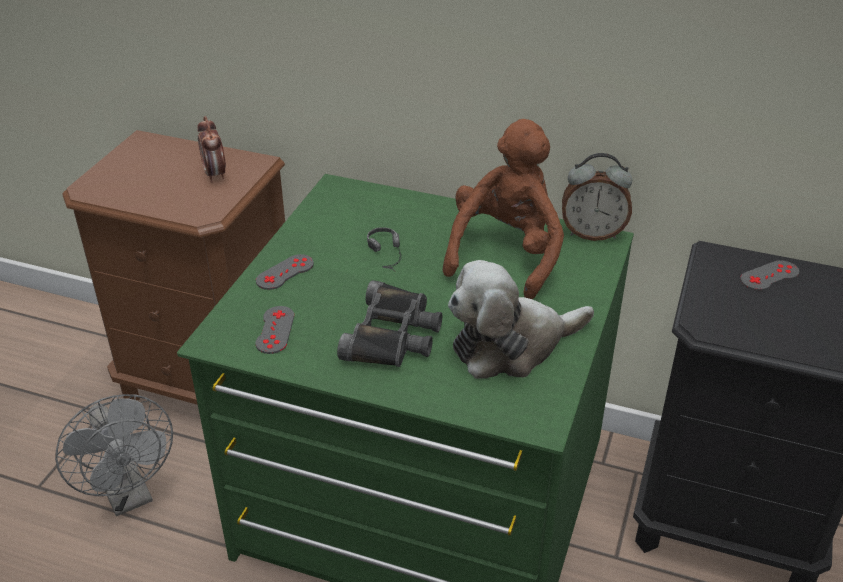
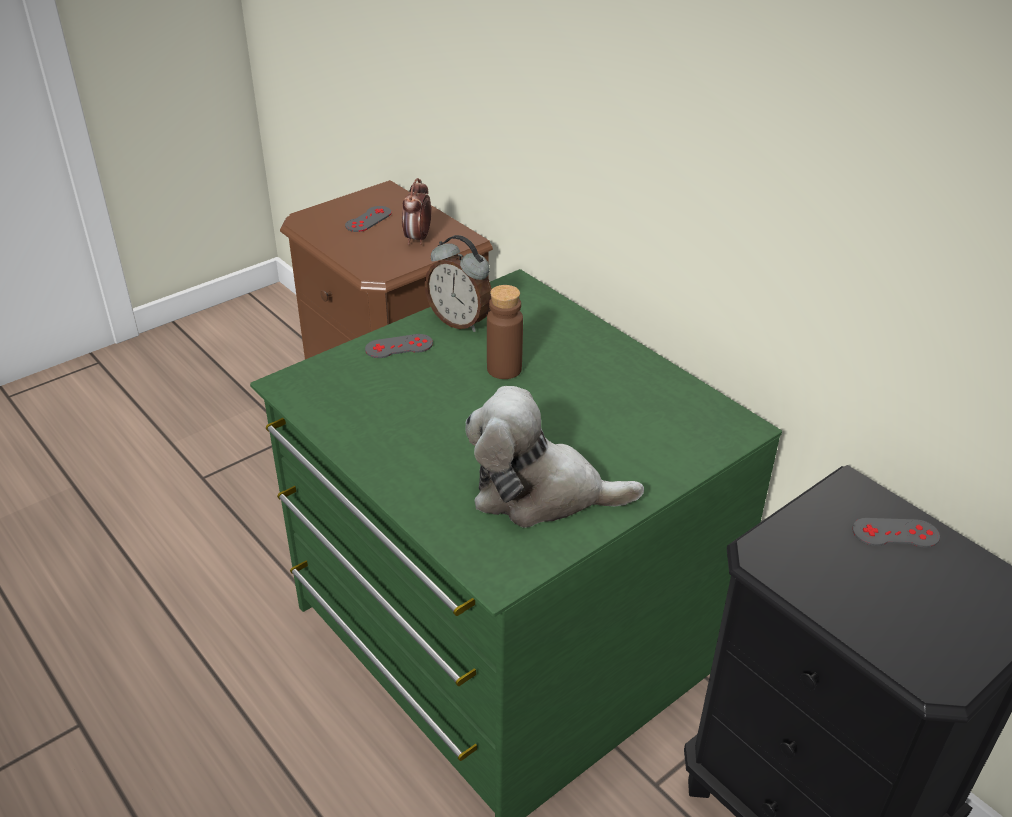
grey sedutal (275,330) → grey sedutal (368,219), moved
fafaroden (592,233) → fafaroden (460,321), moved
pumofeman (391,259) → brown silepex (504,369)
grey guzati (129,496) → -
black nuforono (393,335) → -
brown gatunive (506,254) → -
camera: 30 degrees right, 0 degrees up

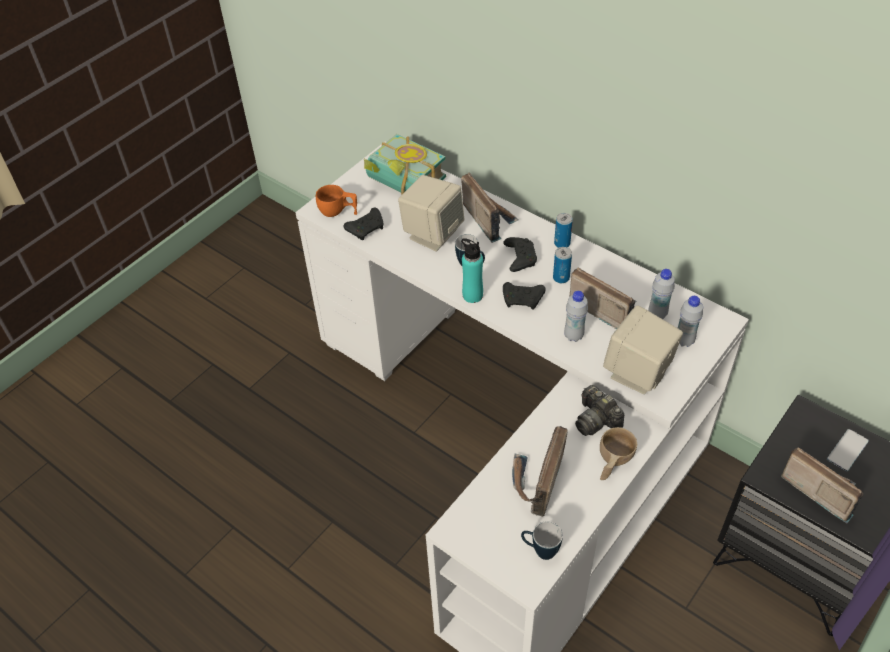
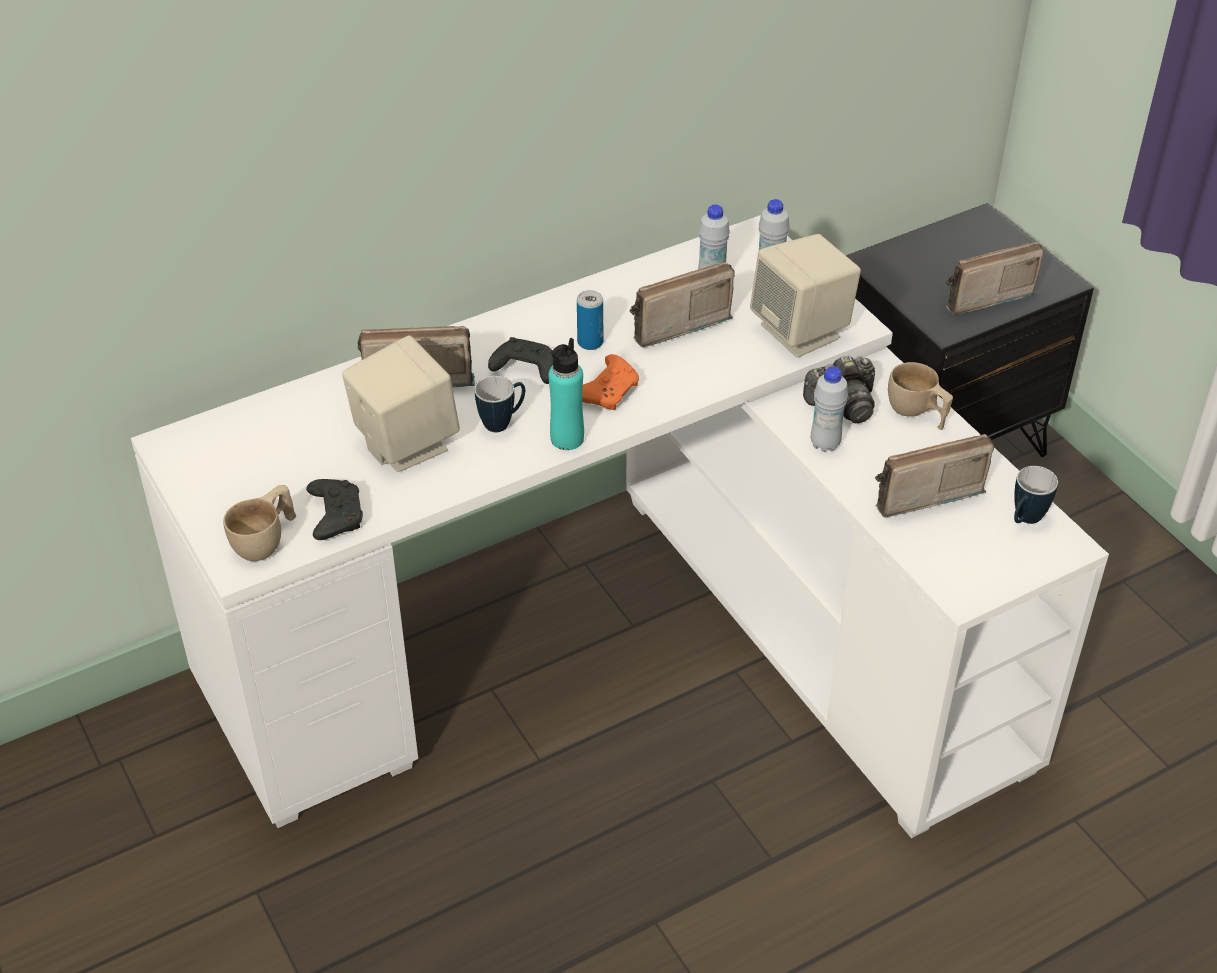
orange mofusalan (338,212) → beige mofusalan (266,541)
black sedutal (523,300) → orange sedutal (609,391)
white silepex (573,336) → white silepex (825,444), moved
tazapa (535,483) → tazapa (919,491), 120 degrees clockwise
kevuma (402,186) → -
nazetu (562,243) → -
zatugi (847,450) → -
camera: 70 degrees left, 5 degrees down

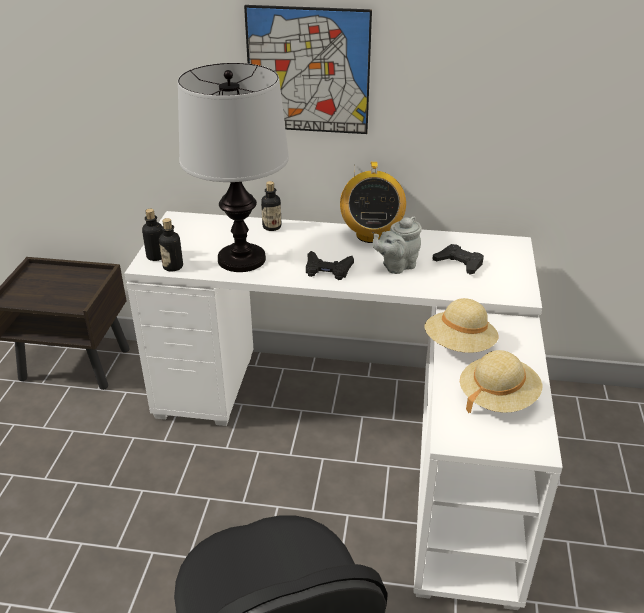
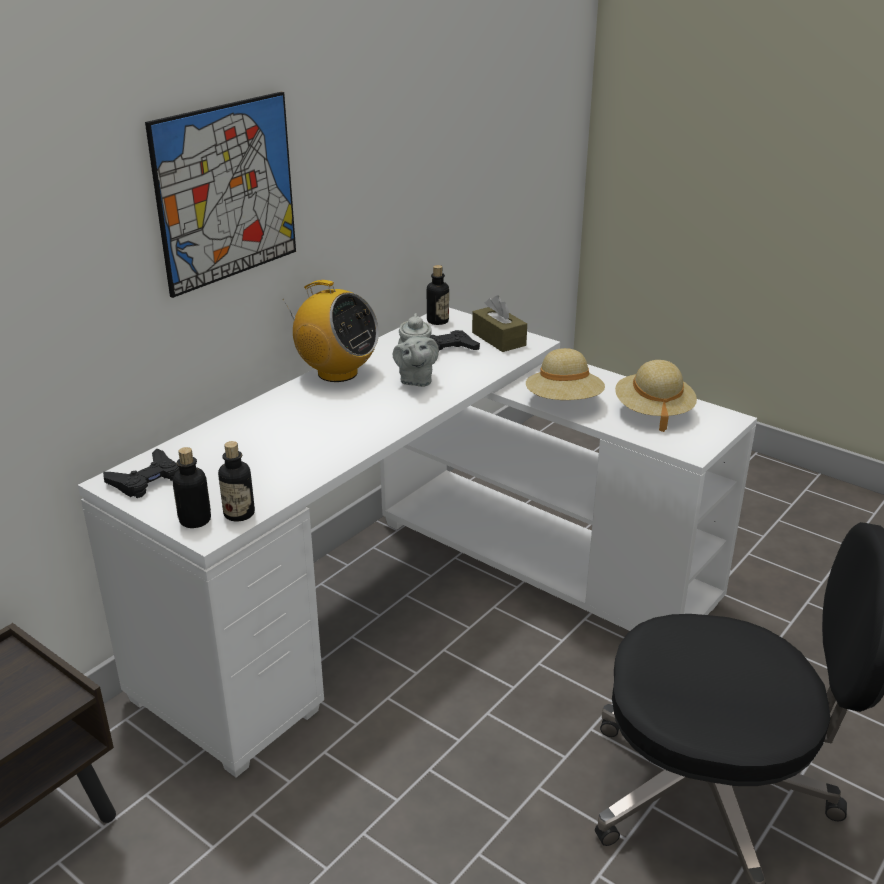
black sedutal (327,270) → black sedutal (146,480), moved
silepex (272,227) → silepex (437,321), moved
- → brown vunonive (498,339)
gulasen (242,259) → -
camera: 60 degrees left, 5 degrees down

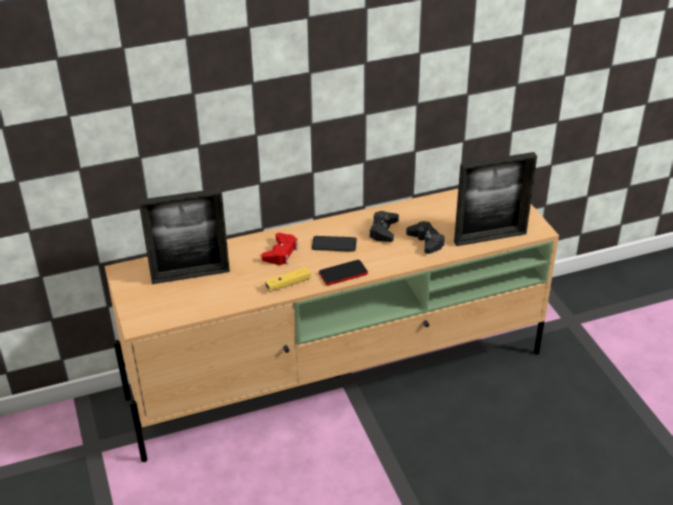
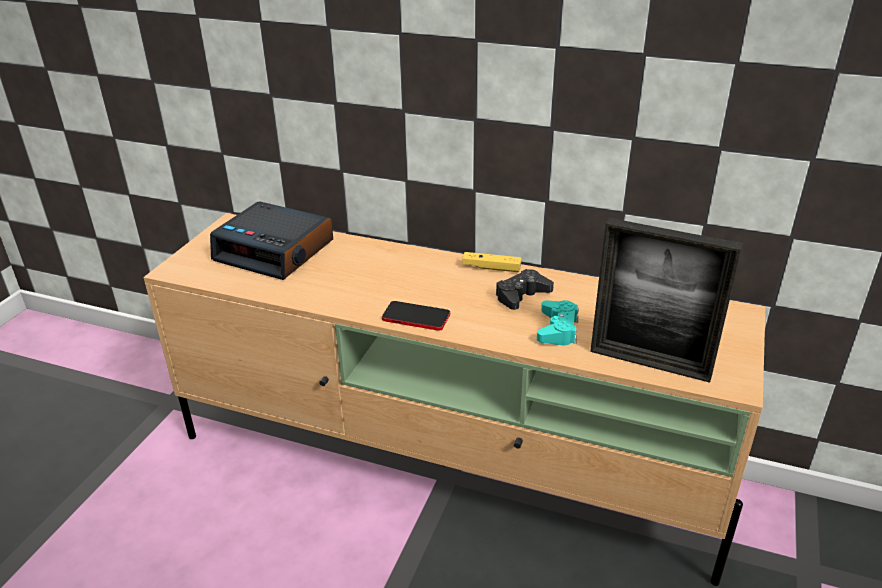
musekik (190,275) → fafaroden (276,251)
yellow sedutal (288,284) → yellow sedutal (491,268), moved
black sedutal (426,241) → turquoise sedutal (558,329)
red sedutal (281,253) → -
zatugi (334,244) → -
camera: 40 degrees right, 5 degrees down

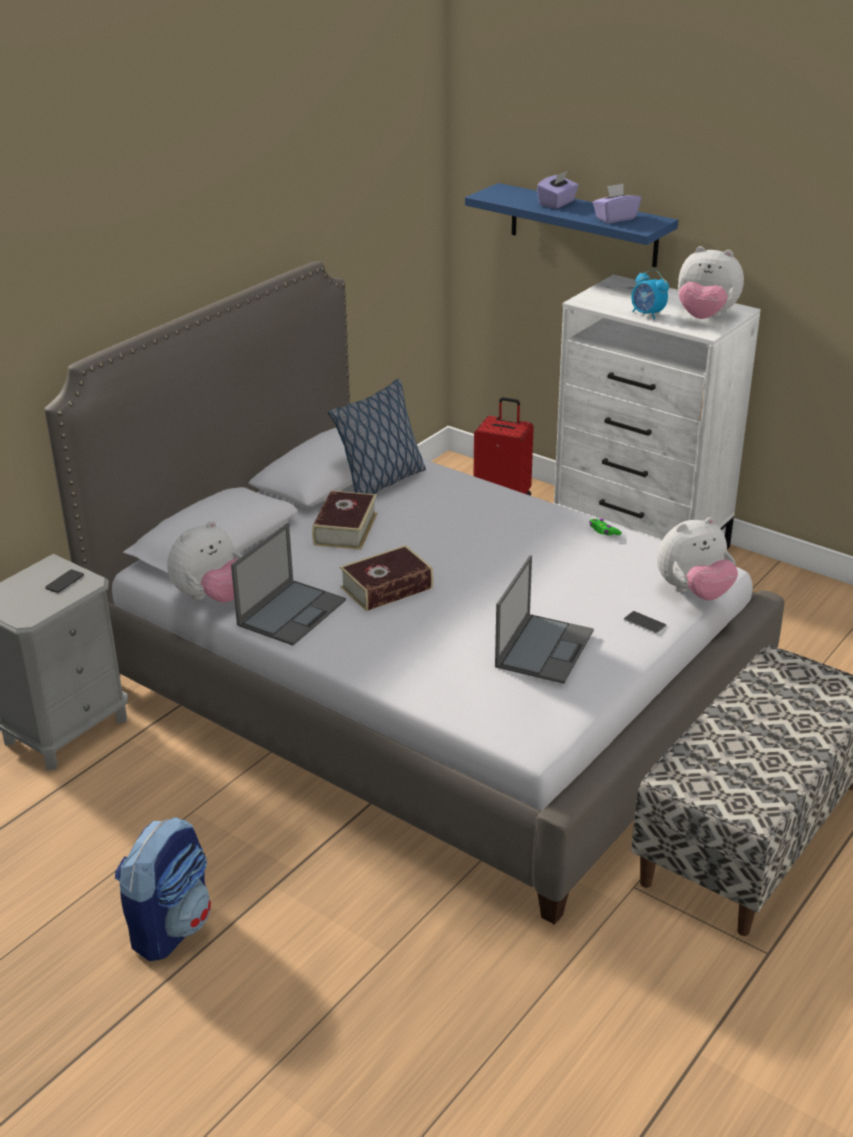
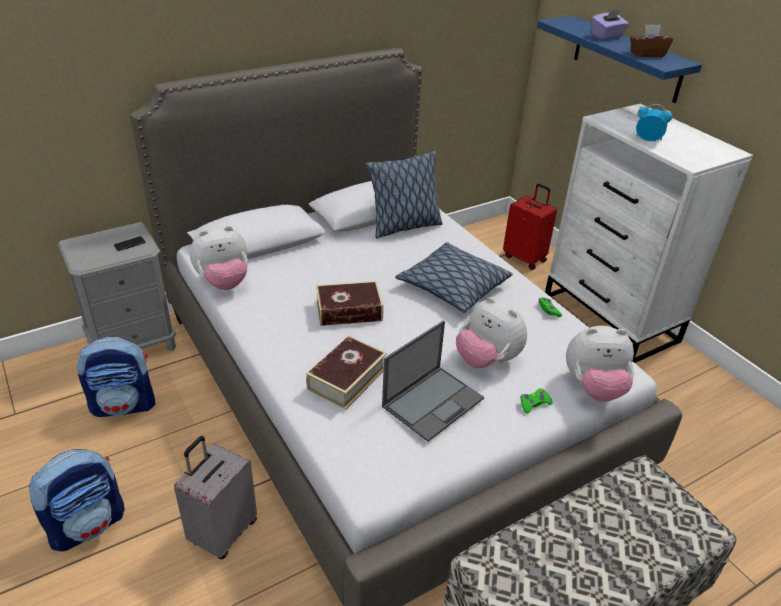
- → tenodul (124,405)
- → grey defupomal (222,532)
kevuma (345,529) → kevuma (346,379), moved
- → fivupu (452,287)
gatunive (705,317) → gatunive (487,360), moved
zatugi (644,622) → green sedutal (534,403)
purple vunonive (615,218) → brown vunonive (647,54)
fafaroden (647,314) → fafaroden (647,139), 135 degrees clockwise
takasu (292,612) → -
camera: 20 degrees right, 5 degrees up

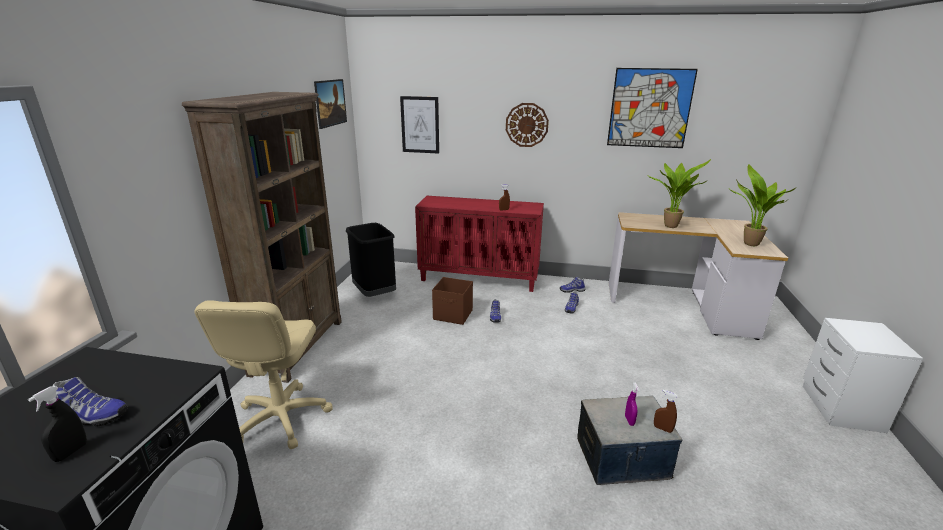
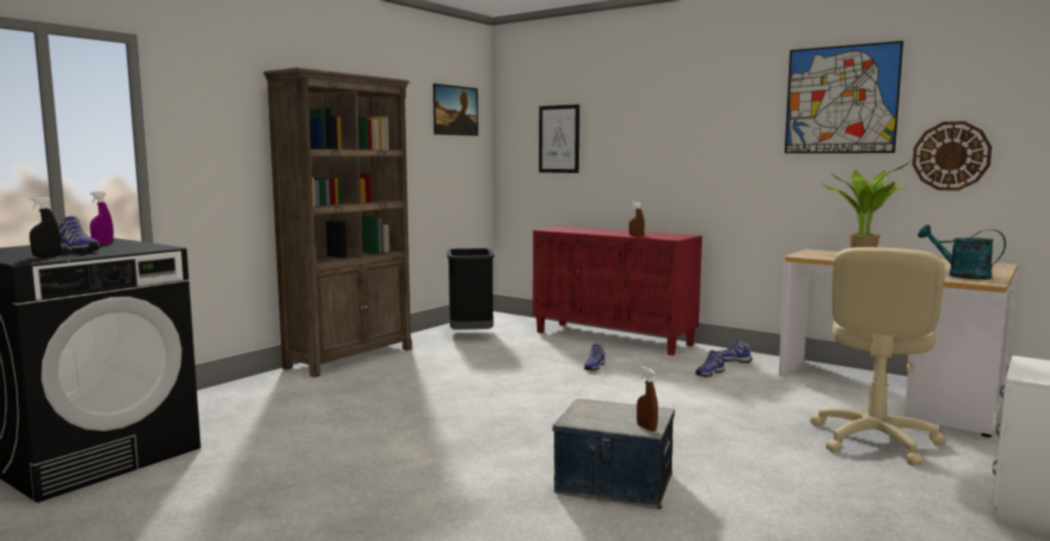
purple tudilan (629,420) → purple tudilan (103,244), moved
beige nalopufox (281,418) → beige nalopufox (873,440), moved
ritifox (526,125) → ritifox (951,156), moved
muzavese (748,244) → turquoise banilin (961,275)
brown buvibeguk (453,315) → -
camera: 25 degrees right, 15 degrees down

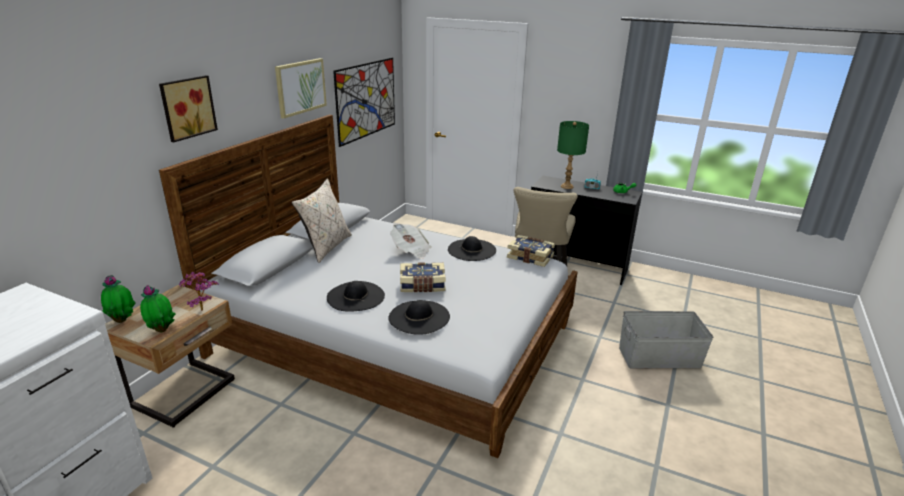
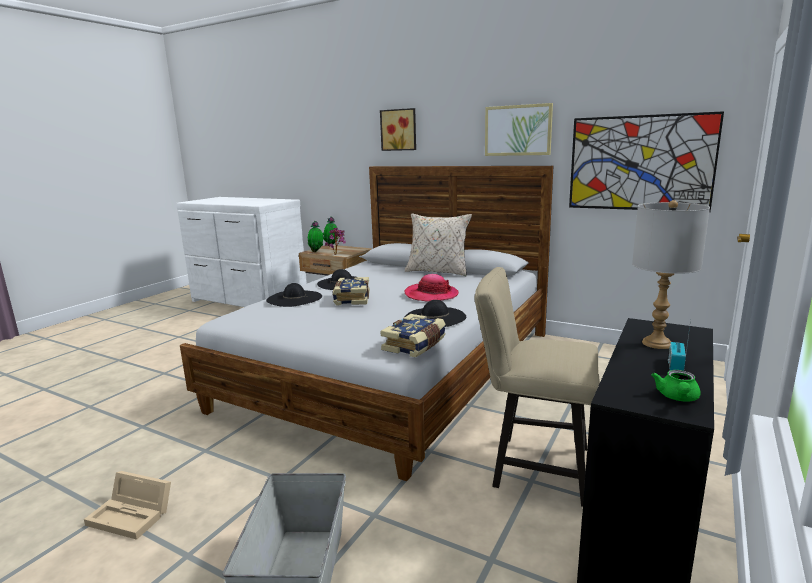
- → beige buvibeguk (133,515)
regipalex (411,250) → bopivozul (431,295)
green gulasen (567,186) → grey gulasen (657,343)
camera: 95 degrees right, 10 degrees down

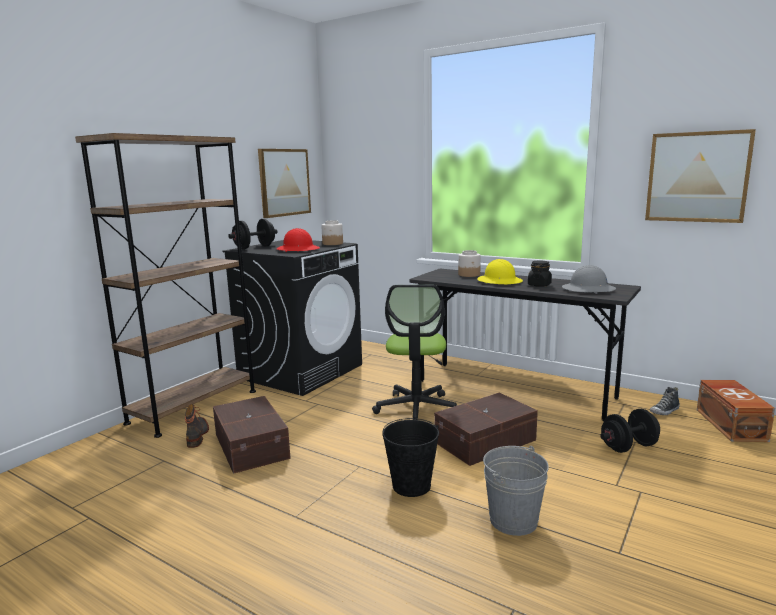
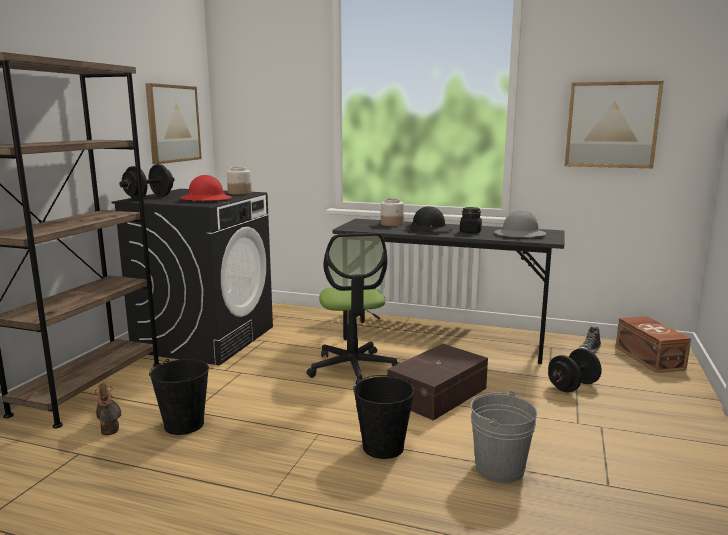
brown buvibeguk (252,445) → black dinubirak (184,424)
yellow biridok (499,281) → black biridok (428,229)
camera: 15 degrees left, 0 degrees up

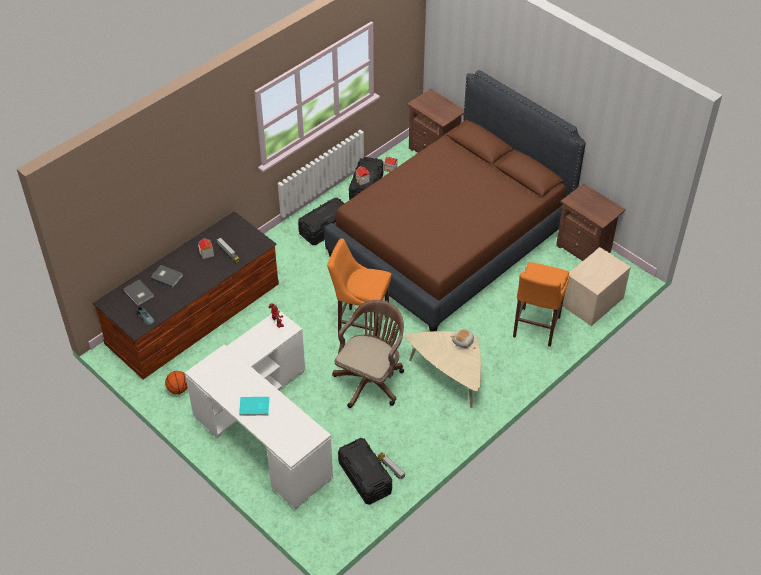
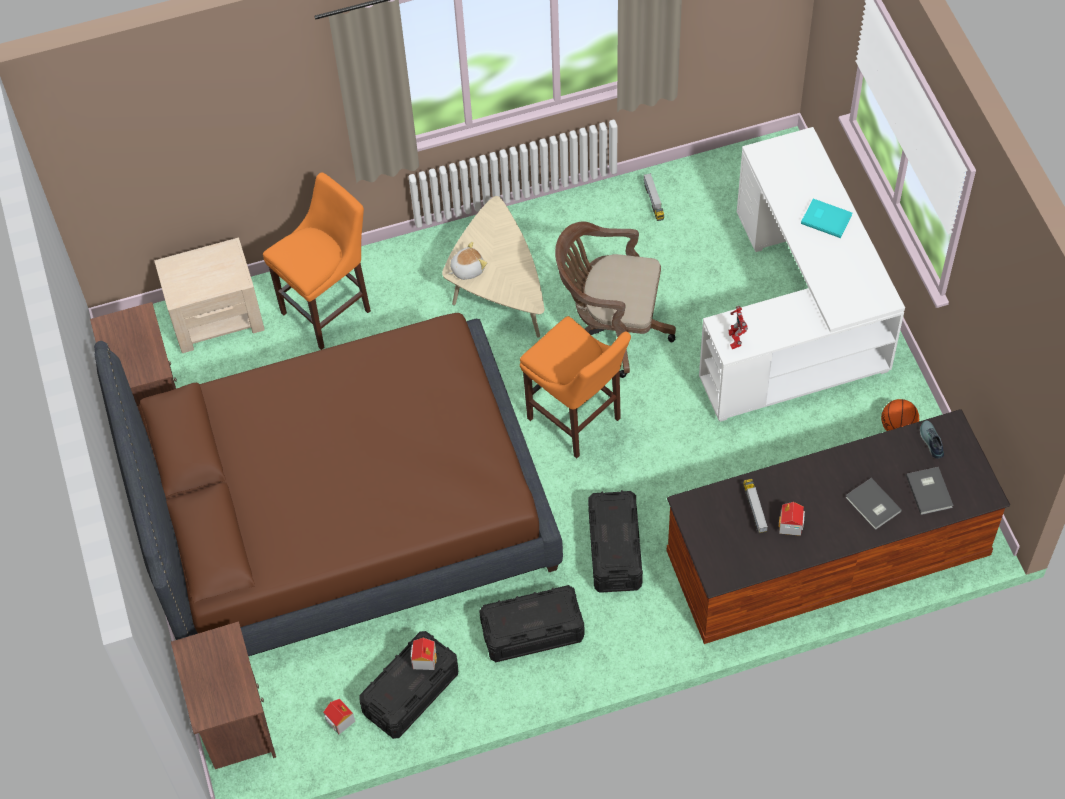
brown nalopufox (371,379) → brown nalopufox (611,329), 45 degrees clockwise
black buvibeguk (365,478) → black buvibeguk (615,550), moved
camera: 150 degrees left, 10 degrees up

